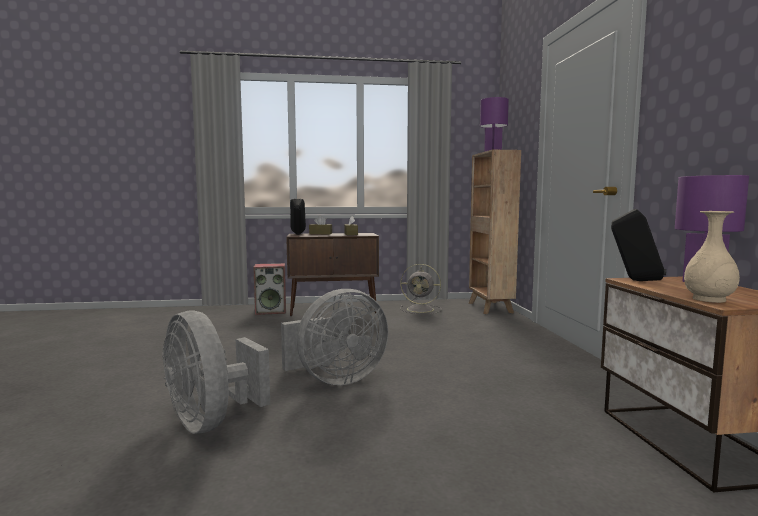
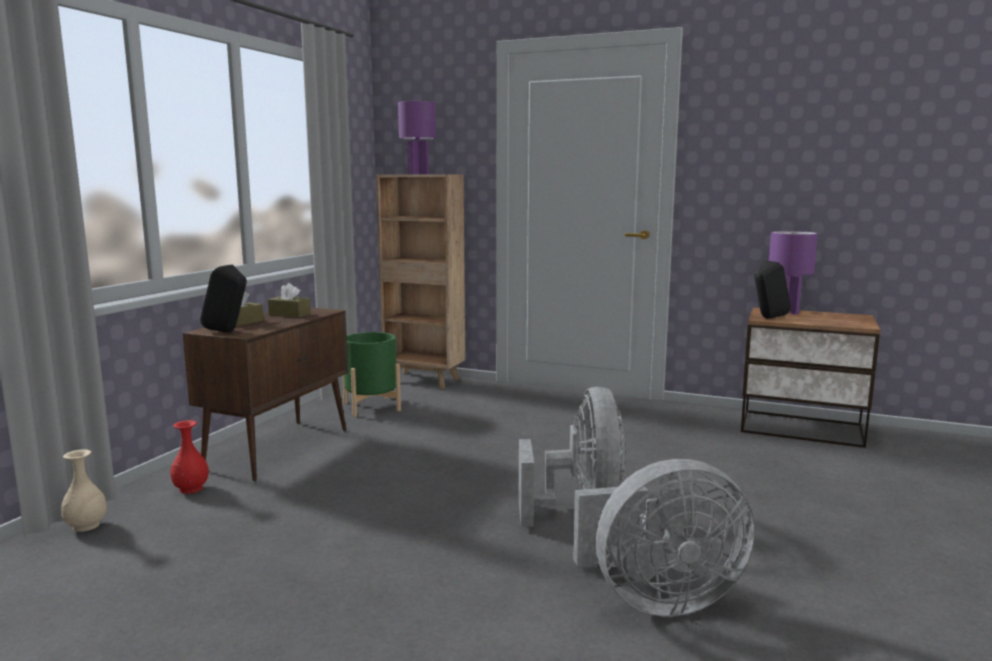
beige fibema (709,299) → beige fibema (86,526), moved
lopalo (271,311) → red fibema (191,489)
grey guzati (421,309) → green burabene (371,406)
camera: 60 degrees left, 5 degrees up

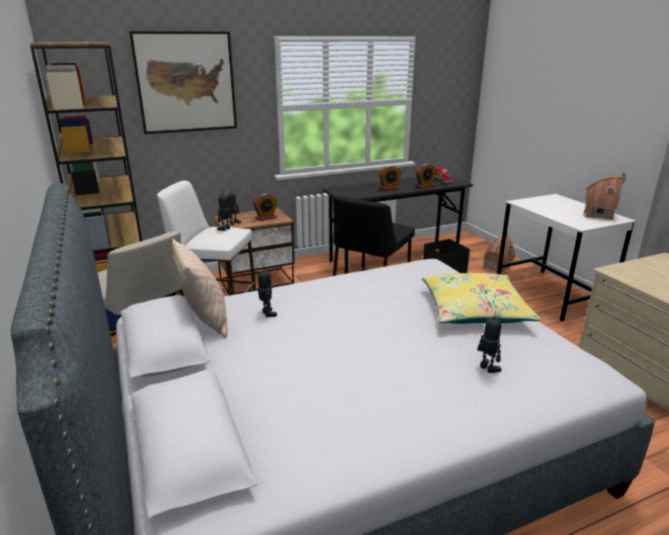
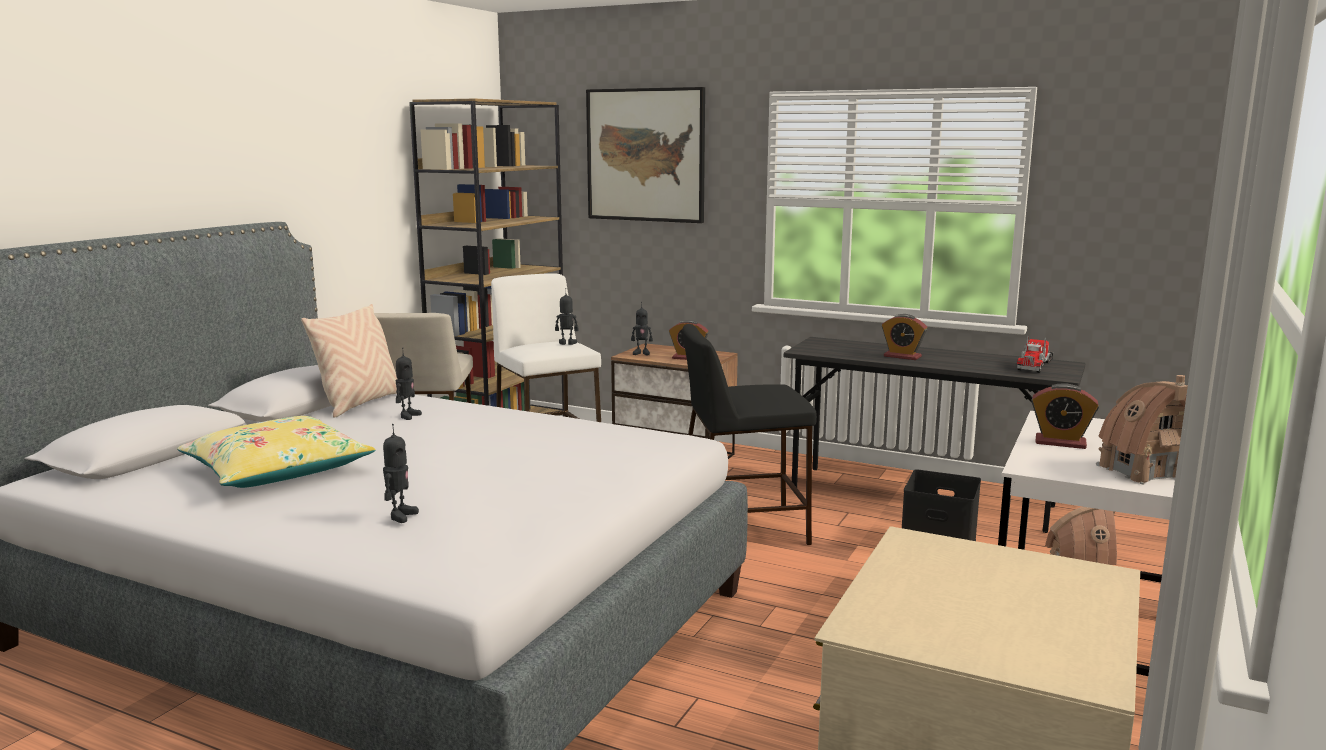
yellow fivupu (474,310) → yellow fivupu (277,471), moved
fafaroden (425,186) → fafaroden (1060,442), moved
camera: 50 degrees right, 10 degrees down

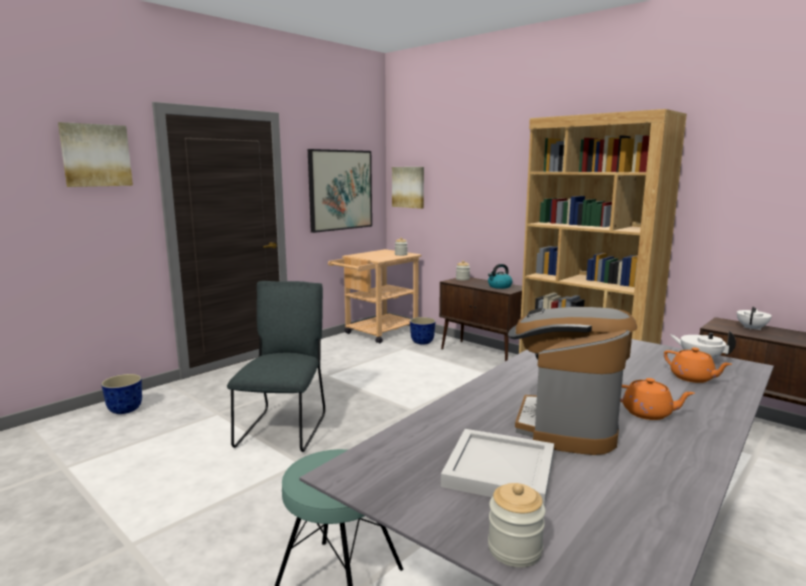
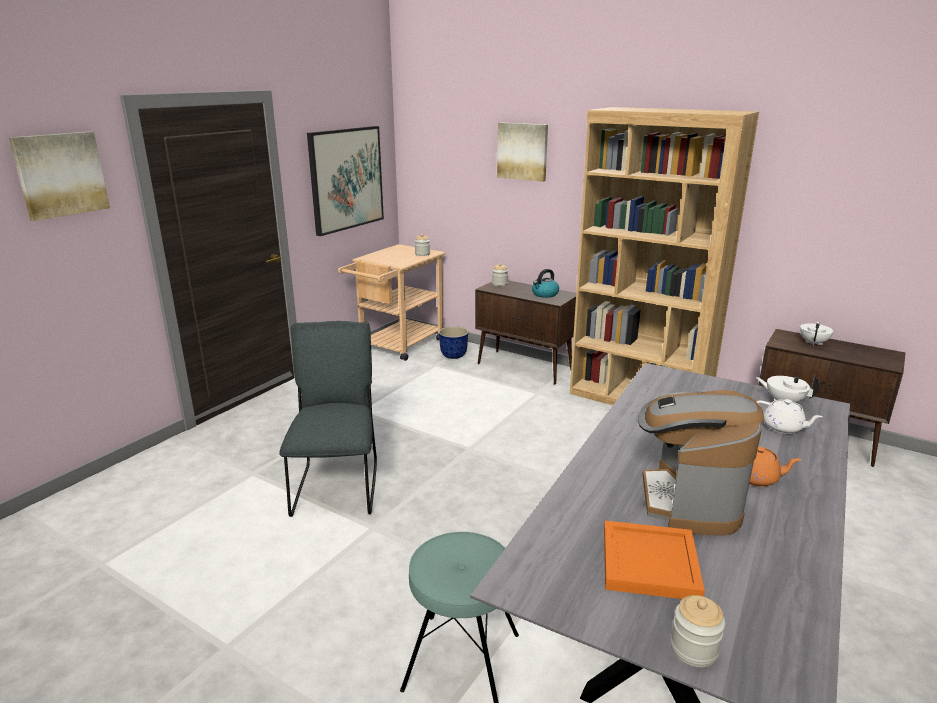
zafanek (408,187) → zafanek (522,151), moved
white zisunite (498,470) → orange zisunite (648,564)
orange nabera (693,378) → white nabera (783,427)
burabene (125,410) → -
camera: 10 degrees left, 10 degrees up

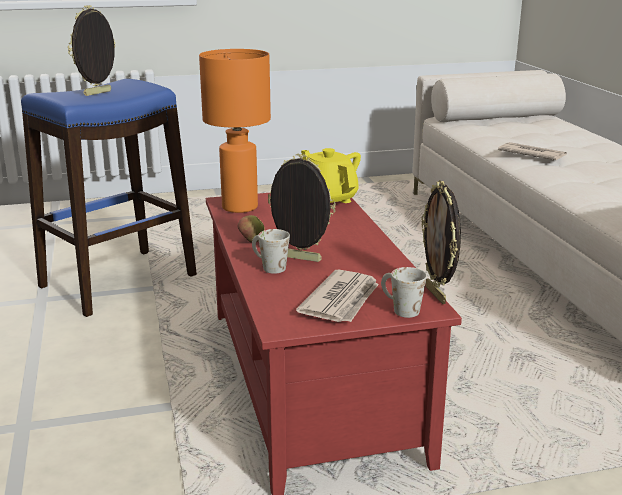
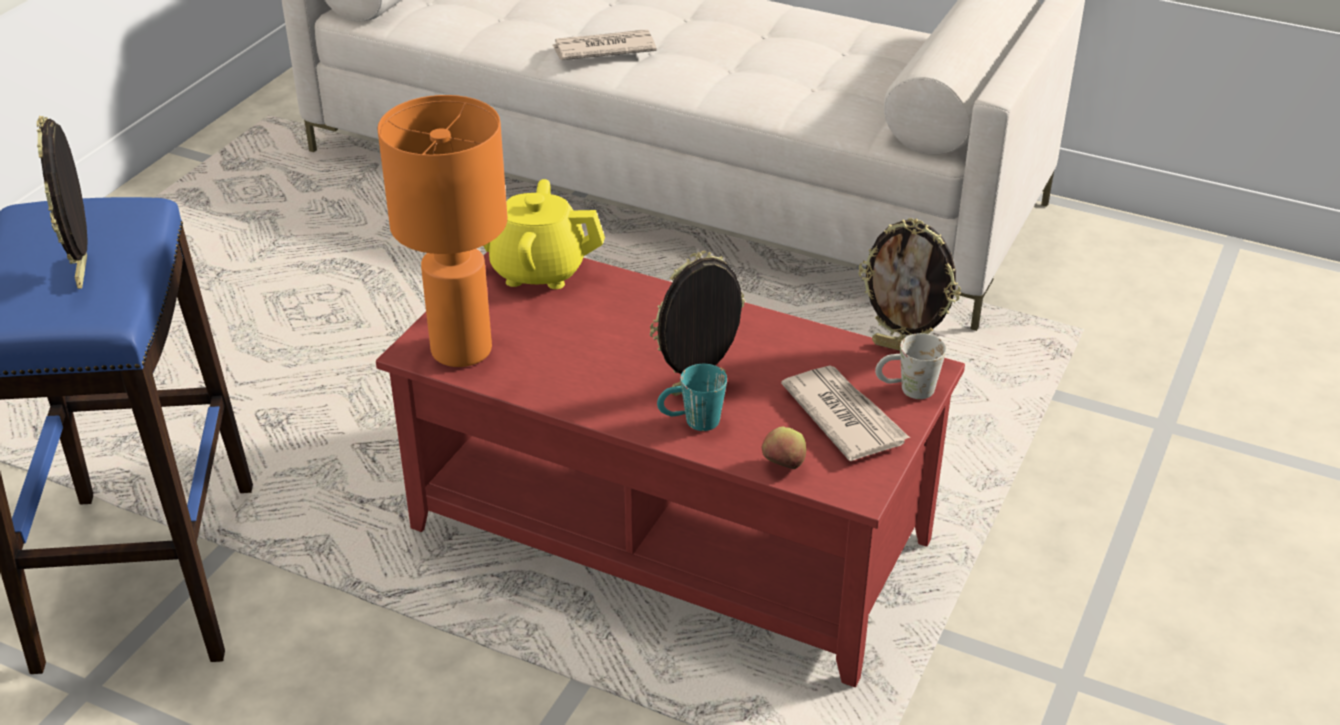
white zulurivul (268,267) → turquoise zulurivul (691,422)
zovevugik (251,241) → zovevugik (783,466), moved
camera: 50 degrees left, 15 degrees up

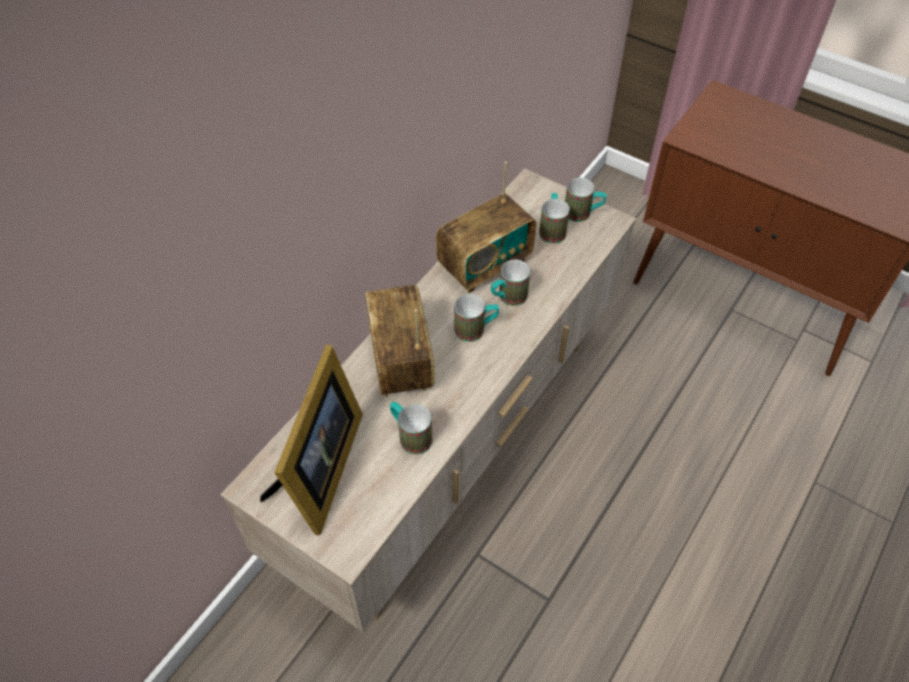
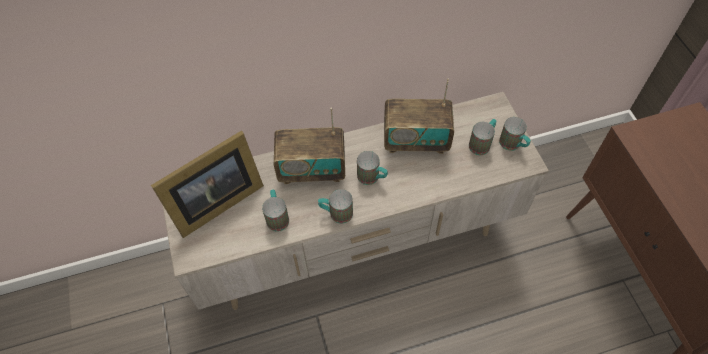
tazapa (401,362) → tazapa (312,169), 120 degrees counterclockwise
zulurivul (507,298) → zulurivul (336,213), moved
camera: 40 degrees right, 5 degrees up

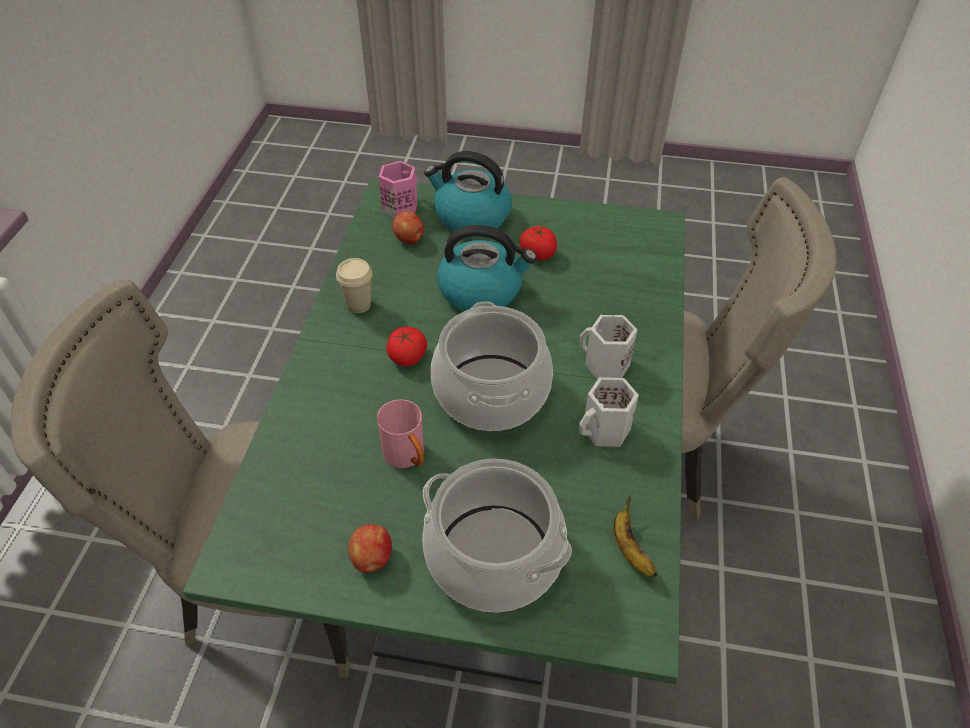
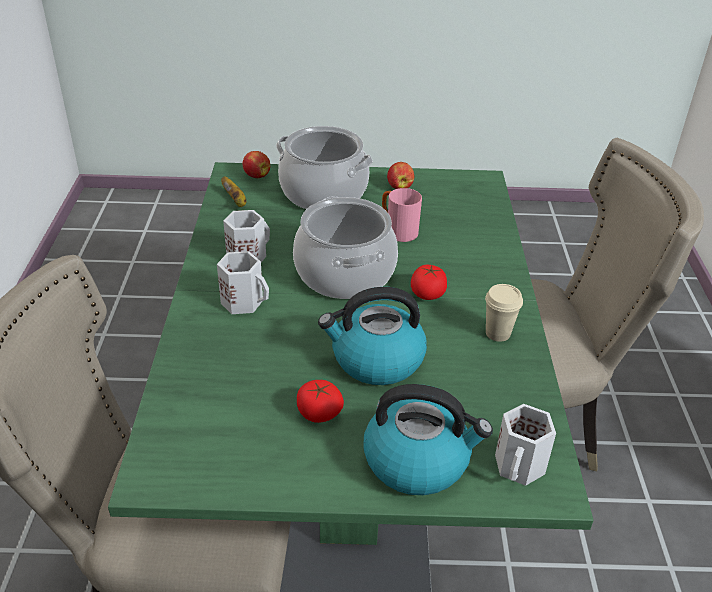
zovevugik (409,239) → zovevugik (256,176), moved
pink zulurivul (400,206) → white zulurivul (520,466)
camera: 170 degrees right, 10 degrees down

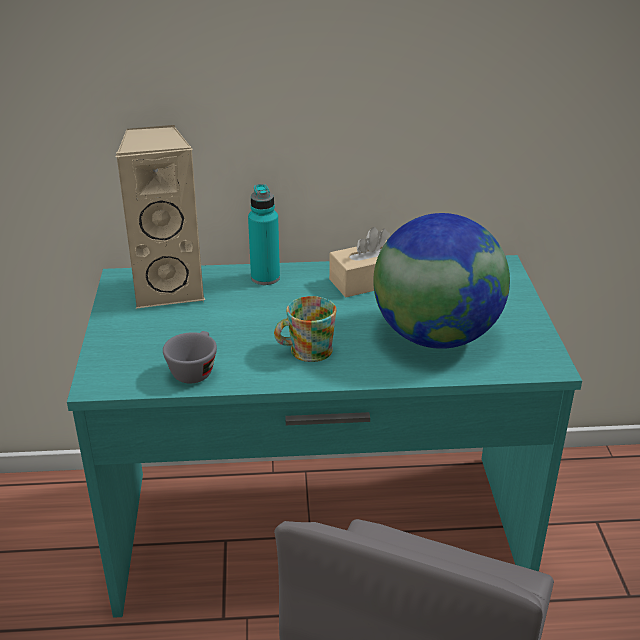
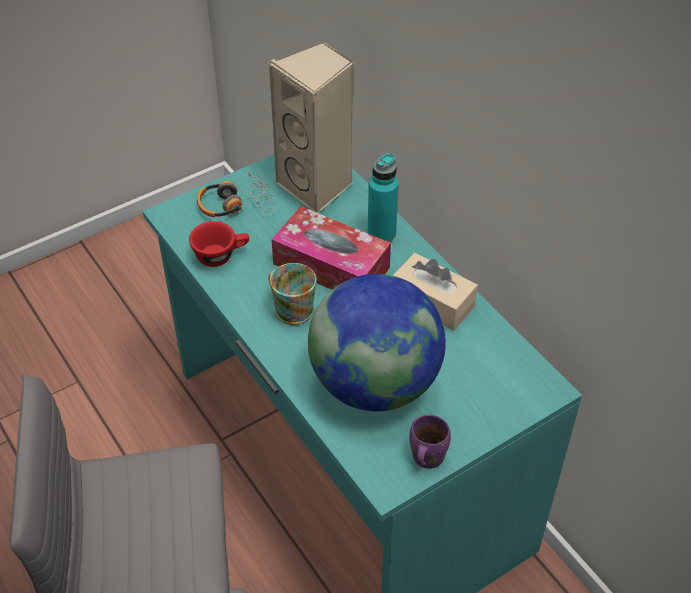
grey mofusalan (194,369) → red mofusalan (221,255)
- → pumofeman (235,203)
- → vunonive (331,266)
- → purple zulurivul (425,457)
camera: 60 degrees right, 15 degrees up

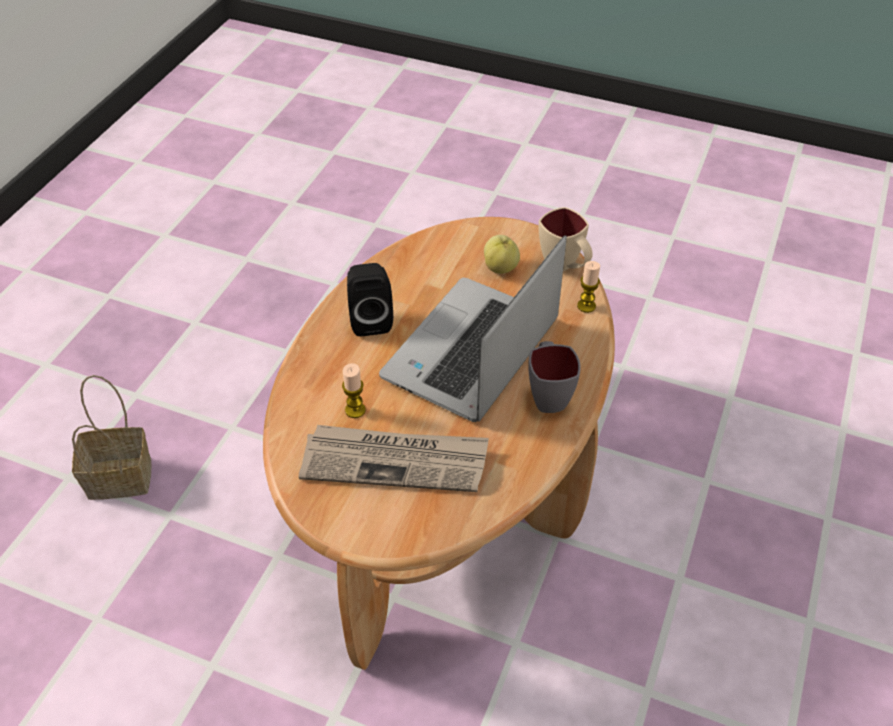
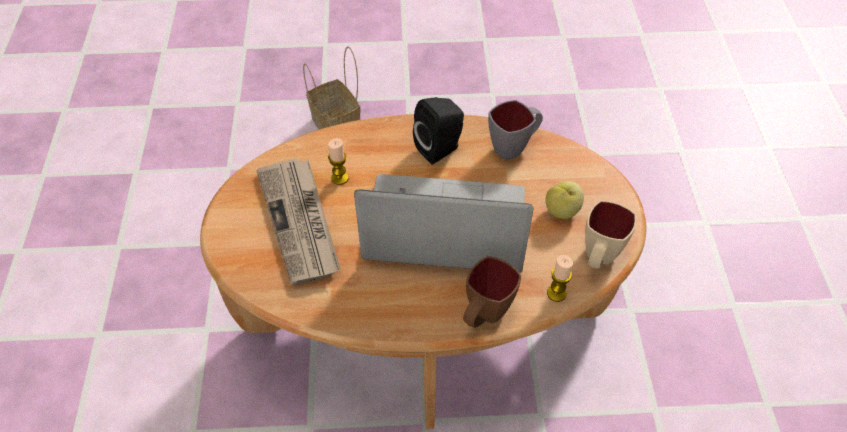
- → brown zulurivul (484,316)
grey zulurivul (548,395) → grey zulurivul (514,147), moved
camera: 65 degrees right, 5 degrees up

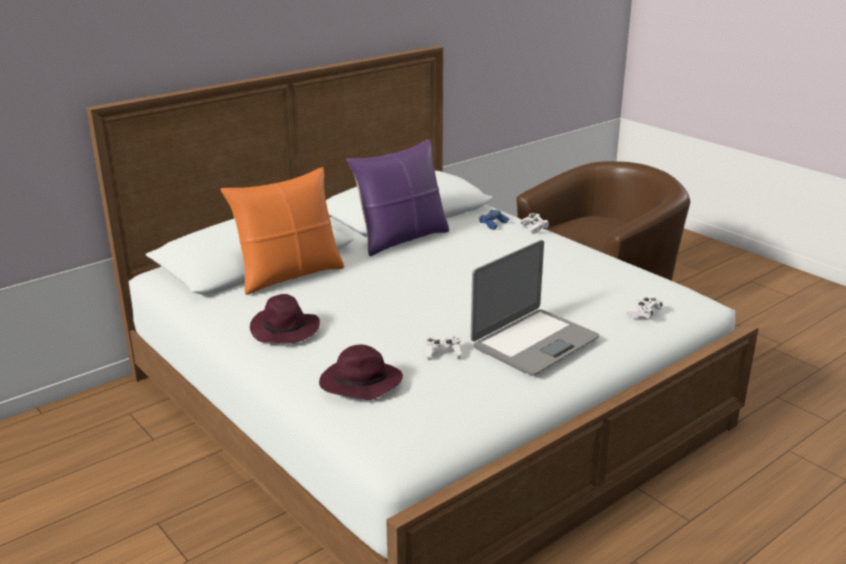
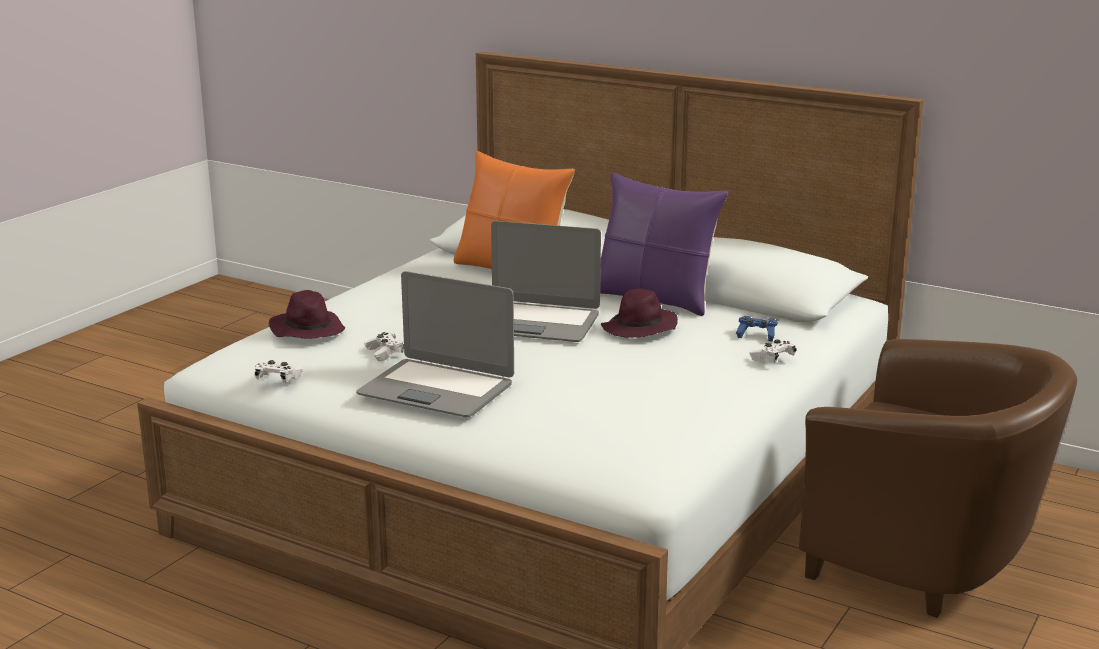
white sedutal (643,313) → white sedutal (278,379), moved
- → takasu (535,323)
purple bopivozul (285,330) → purple bopivozul (639,329), moved
camera: 70 degrees right, 5 degrees down

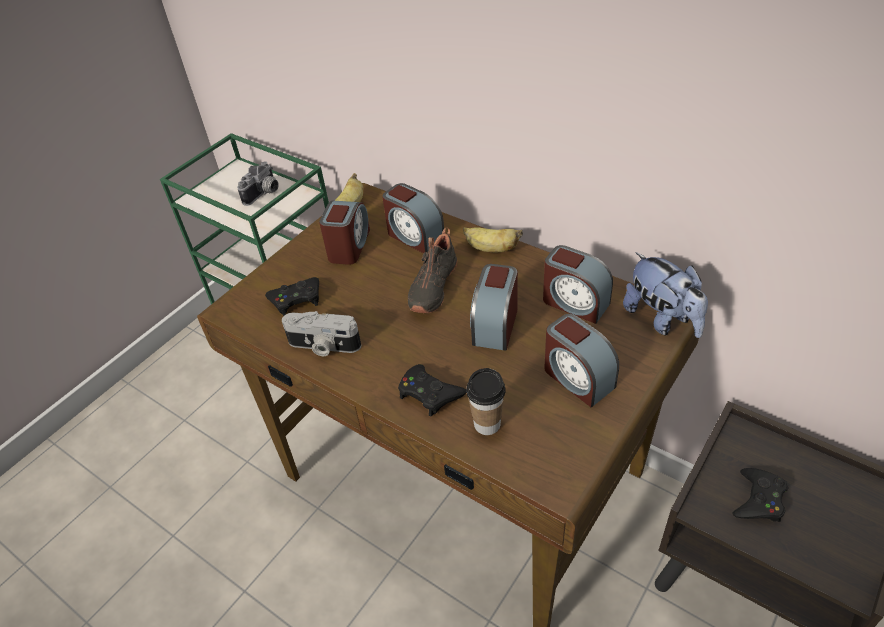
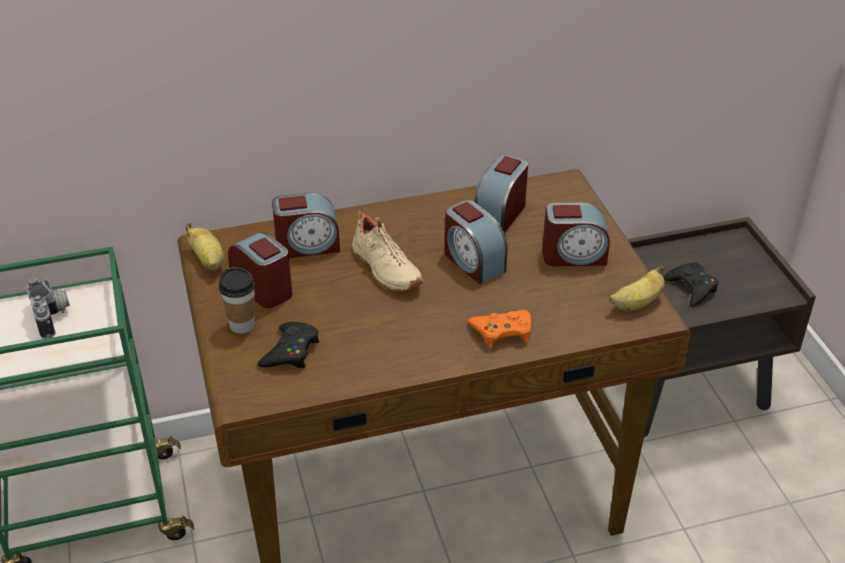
mofusalan (487,424) → mofusalan (242,325), moved
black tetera (431,286) → beige tetera (384,269)
black sedutal (429,393) → orange sedutal (502,331)
fafaroden (574,303) → fafaroden (500,214), 135 degrees clockwise
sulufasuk (491,249) → sulufasuk (636,304), moved
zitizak (323,346) → -
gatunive (662,319) → -
camera: 55 degrees left, 5 degrees down

